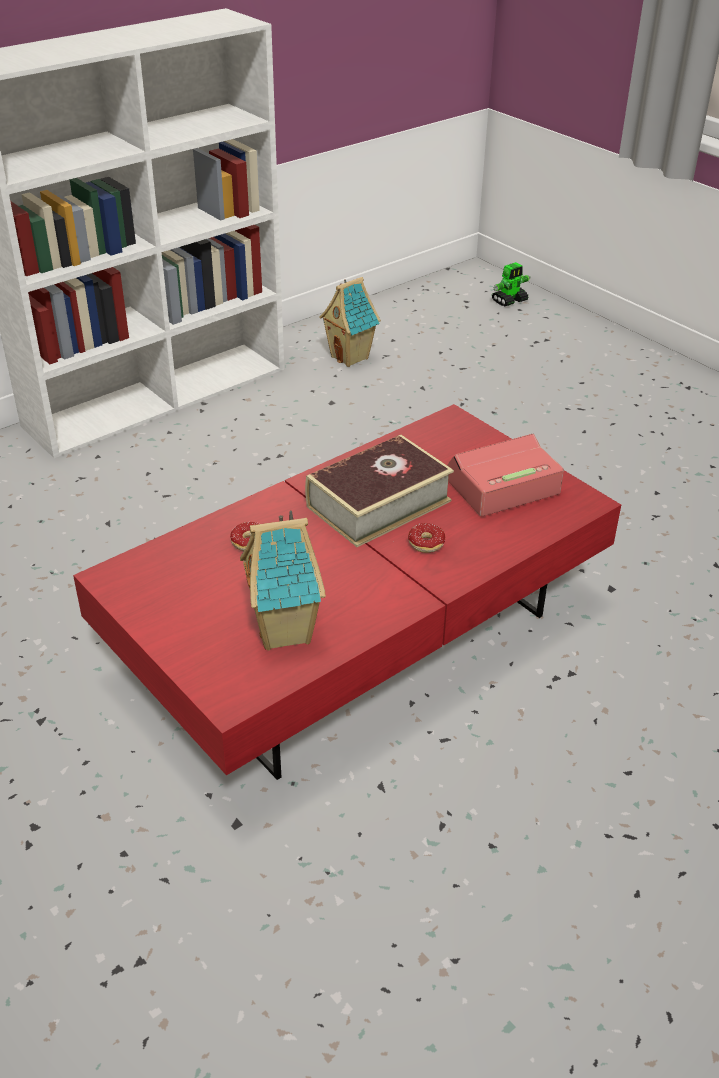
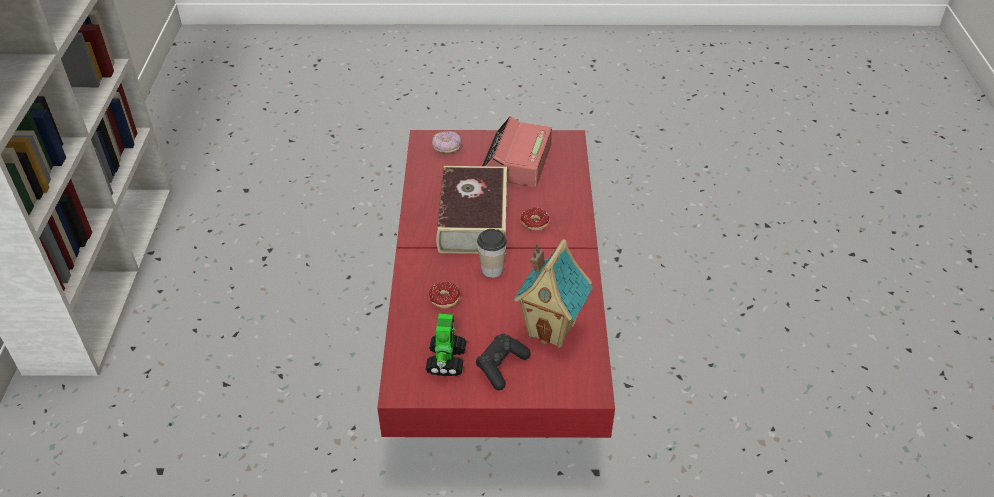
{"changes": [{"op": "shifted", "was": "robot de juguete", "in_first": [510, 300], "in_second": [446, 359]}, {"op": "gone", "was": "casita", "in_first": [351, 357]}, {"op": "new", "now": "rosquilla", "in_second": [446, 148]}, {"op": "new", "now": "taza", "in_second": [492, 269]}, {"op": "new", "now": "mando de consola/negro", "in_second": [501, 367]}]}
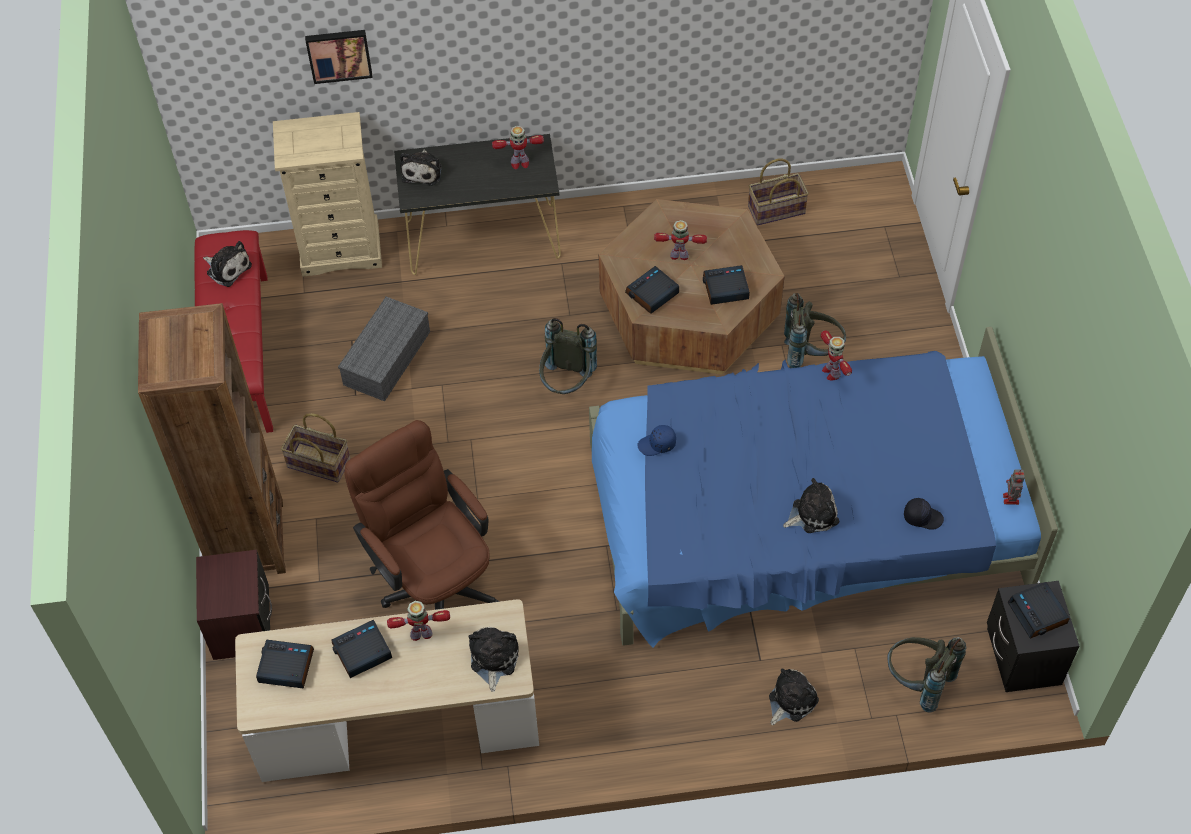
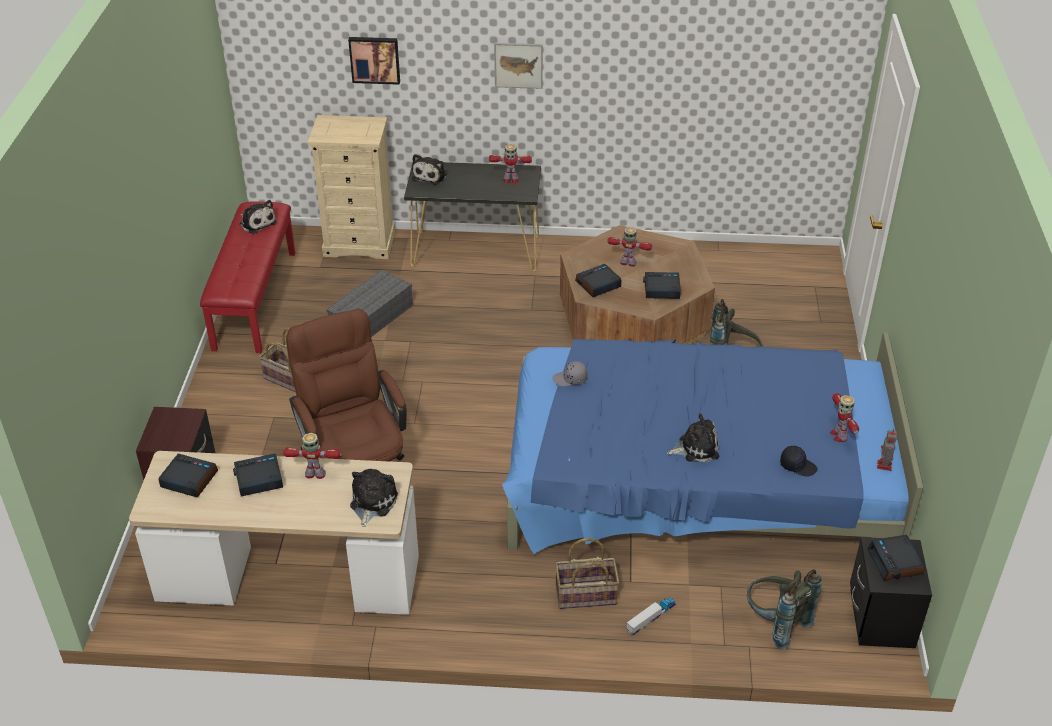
{"changes": [{"op": "shifted", "was": "cesta", "in_first": [776, 210], "in_second": [585, 596]}, {"op": "gone", "was": "estantería/marrón", "in_first": [247, 540]}, {"op": "gone", "was": "mochila/gris", "in_first": [567, 384]}, {"op": "shifted", "was": "robot de juguete", "in_first": [831, 372], "in_second": [839, 435]}, {"op": "repainted", "was": "gorra/azul", "now": "gorra/gris", "in_first": [657, 445], "in_second": [570, 379]}, {"op": "swapped", "was": "peluche", "now": "camión de juguete", "in_first": [790, 700], "in_second": [651, 618]}, {"op": "new", "now": "cuadro", "in_second": [518, 65]}]}
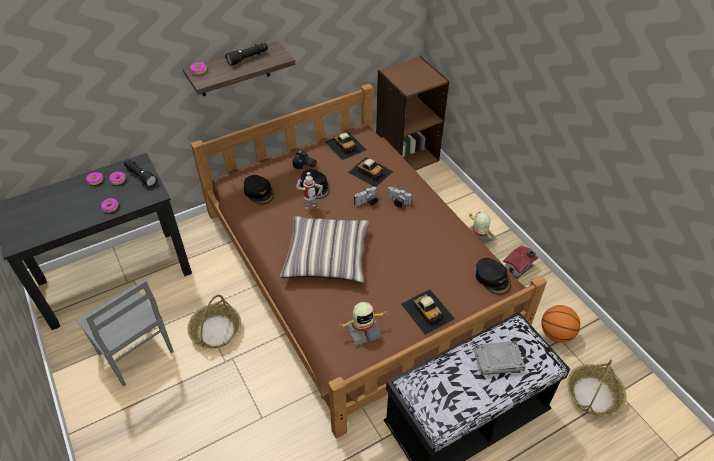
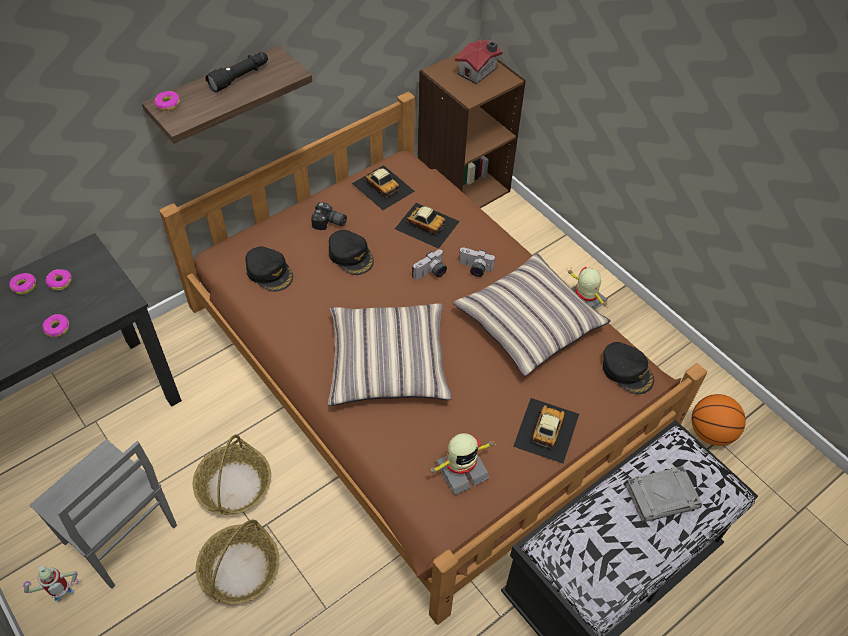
{"changes": [{"op": "gone", "was": "linterna/negro", "in_first": [140, 176]}, {"op": "shifted", "was": "robot de juguete", "in_first": [310, 207], "in_second": [66, 598]}, {"op": "shifted", "was": "casita", "in_first": [519, 267], "in_second": [479, 71]}, {"op": "rotated", "was": "coche de juguete", "in_first": [427, 311], "in_second": [546, 430], "clockwise": -120}, {"op": "shifted", "was": "cesta", "in_first": [593, 395], "in_second": [240, 570]}, {"op": "new", "now": "cojín", "in_second": [529, 322]}]}
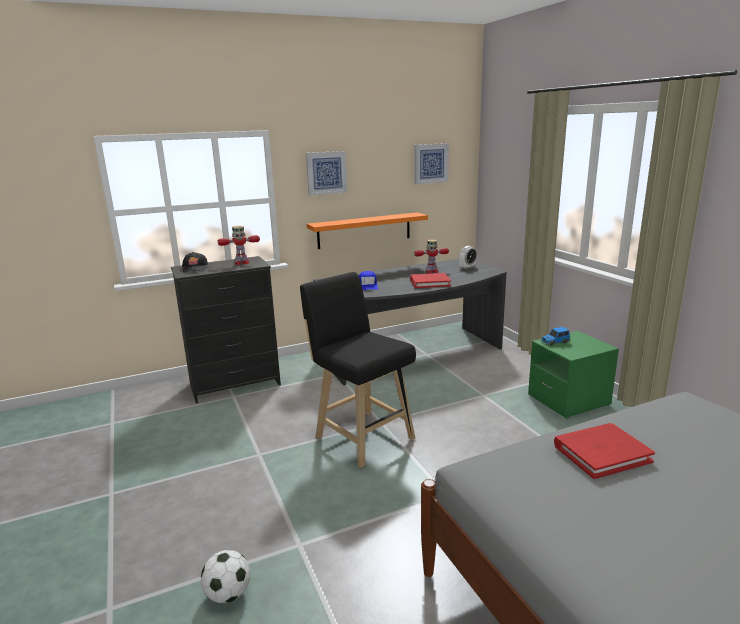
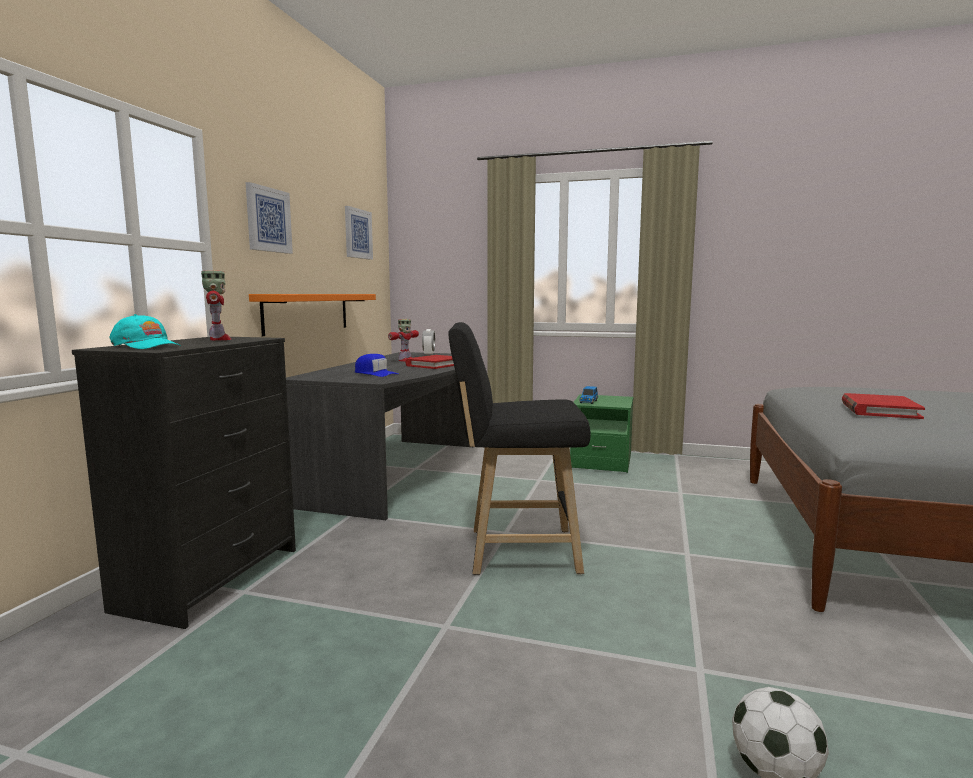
{"changes": [{"op": "rotated", "was": "robot de juguete", "in_first": [241, 263], "in_second": [219, 339], "clockwise": -45}, {"op": "repainted", "was": "gorra/negro", "now": "gorra/turquesa", "in_first": [195, 268], "in_second": [147, 346]}]}
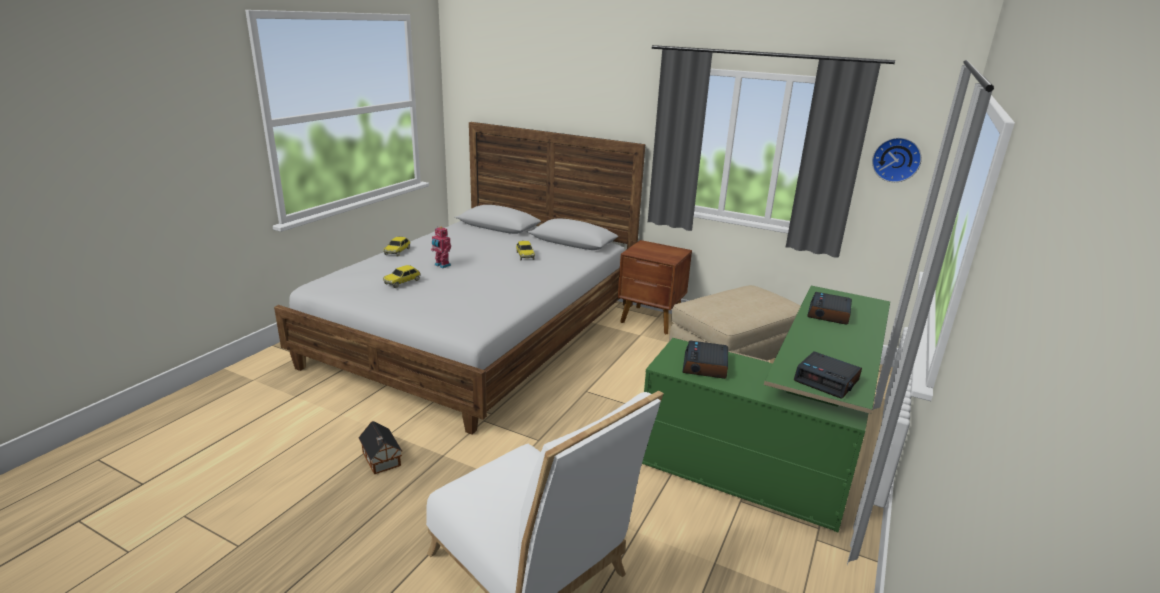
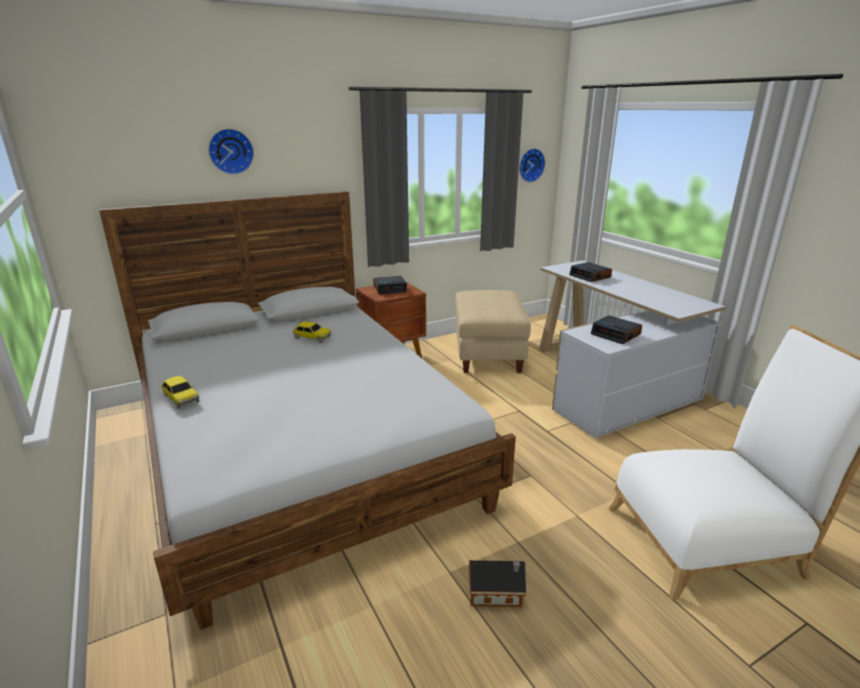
{"changes": [{"op": "gone", "was": "robot de juguete", "in_first": [441, 265]}, {"op": "gone", "was": "coche de juguete", "in_first": [402, 282]}, {"op": "repainted", "was": "escritorio/verde", "now": "escritorio/blanco", "in_first": [779, 450], "in_second": [608, 382]}, {"op": "shifted", "was": "despertador", "in_first": [827, 381], "in_second": [390, 289]}, {"op": "new", "now": "reloj de pared", "in_second": [230, 151]}]}
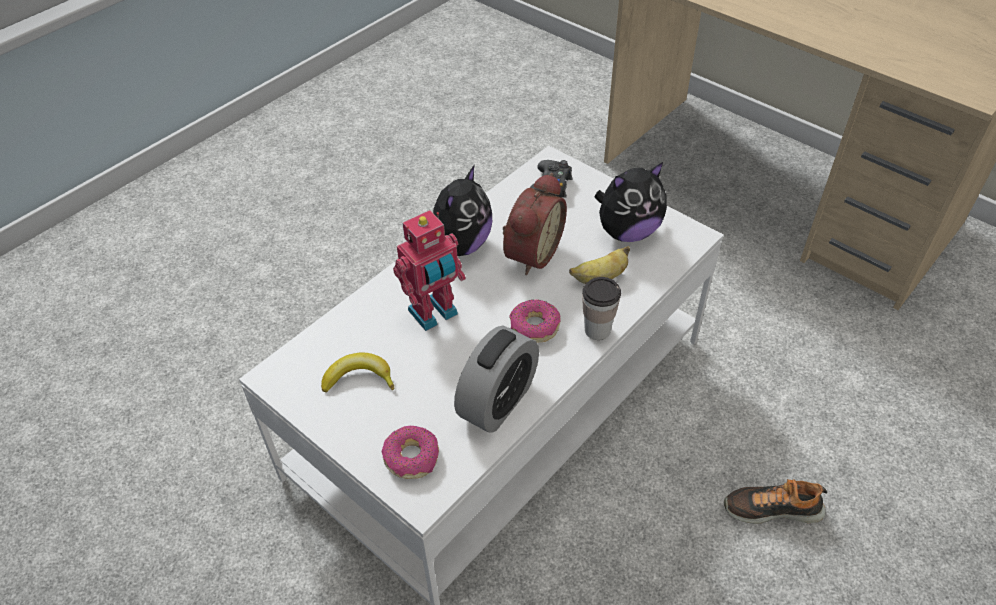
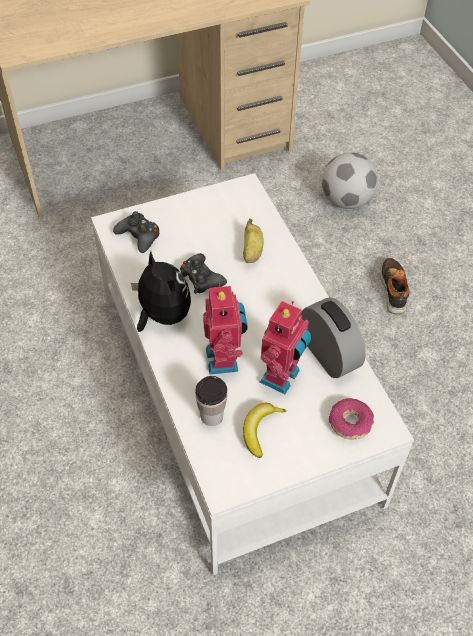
{"changes": [{"op": "gone", "was": "peluche", "in_first": [627, 231]}, {"op": "swapped", "was": "despertador", "now": "mando de consola/negro", "in_first": [530, 253], "in_second": [201, 278]}, {"op": "shifted", "was": "taza", "in_first": [597, 330], "in_second": [211, 416]}, {"op": "gone", "was": "rosquilla", "in_first": [534, 327]}, {"op": "rotated", "was": "zapato", "in_first": [772, 508], "in_second": [394, 289], "clockwise": 150}, {"op": "new", "now": "balón de fútbol", "in_second": [346, 200]}, {"op": "new", "now": "robot de juguete", "in_second": [282, 377]}]}
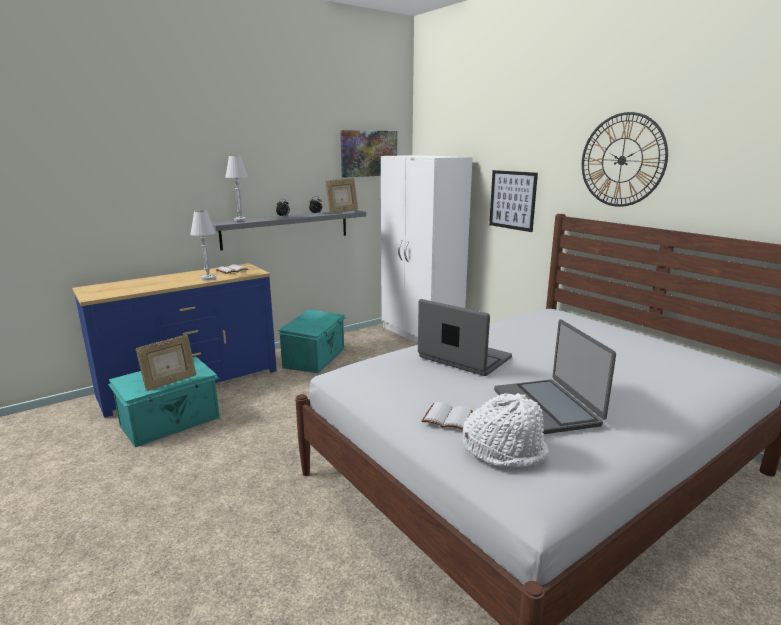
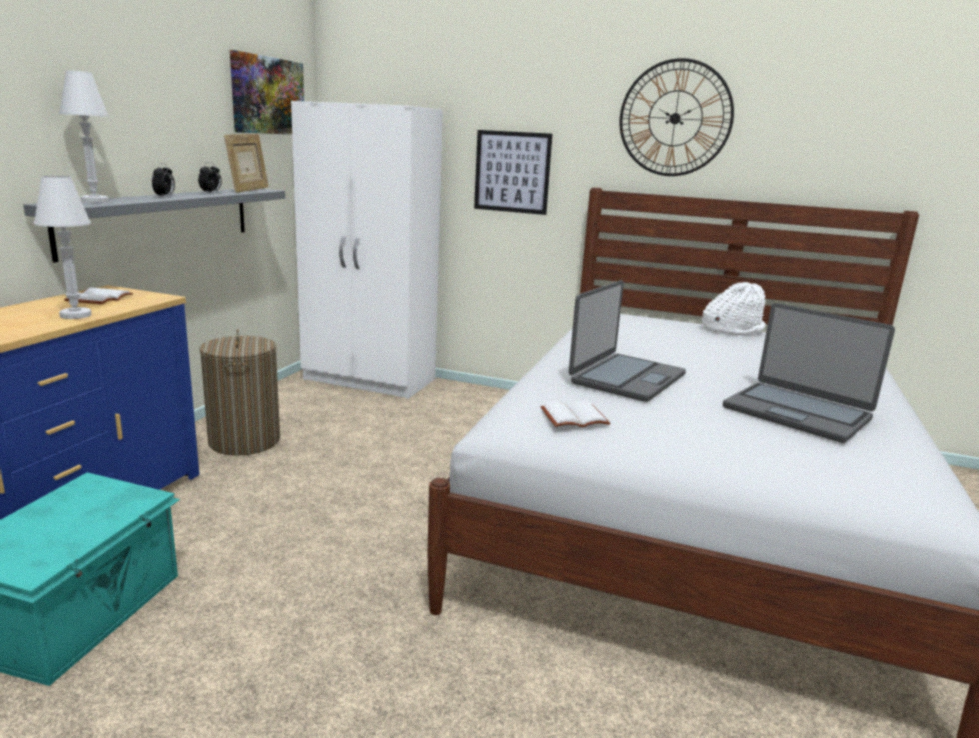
{"changes": [{"op": "rotated", "was": "portátil", "in_first": [464, 358], "in_second": [626, 378], "clockwise": 120}, {"op": "swapped", "was": "caja de almacenaje/turquesa", "now": "cesto de la ropa", "in_first": [315, 358], "in_second": [244, 441]}, {"op": "gone", "was": "portarretratos", "in_first": [170, 382]}, {"op": "shifted", "was": "sombrero/blanco", "in_first": [504, 450], "in_second": [732, 329]}, {"op": "shifted", "was": "libro/blanco", "in_first": [449, 417], "in_second": [574, 416]}]}
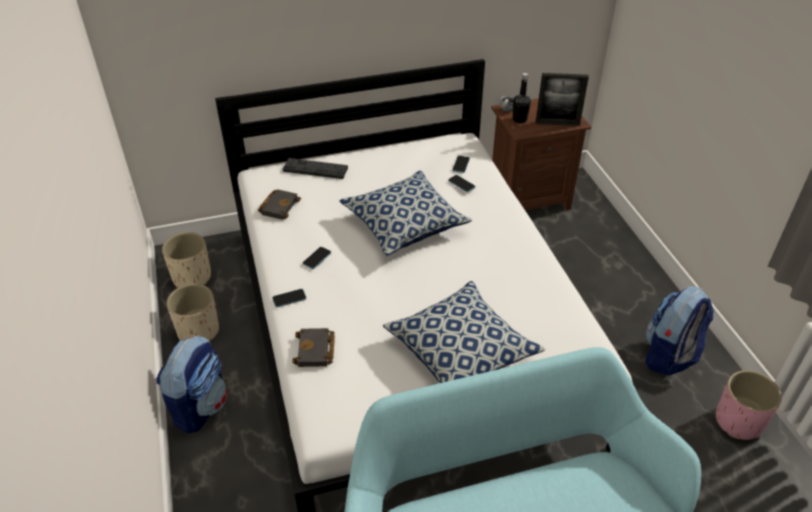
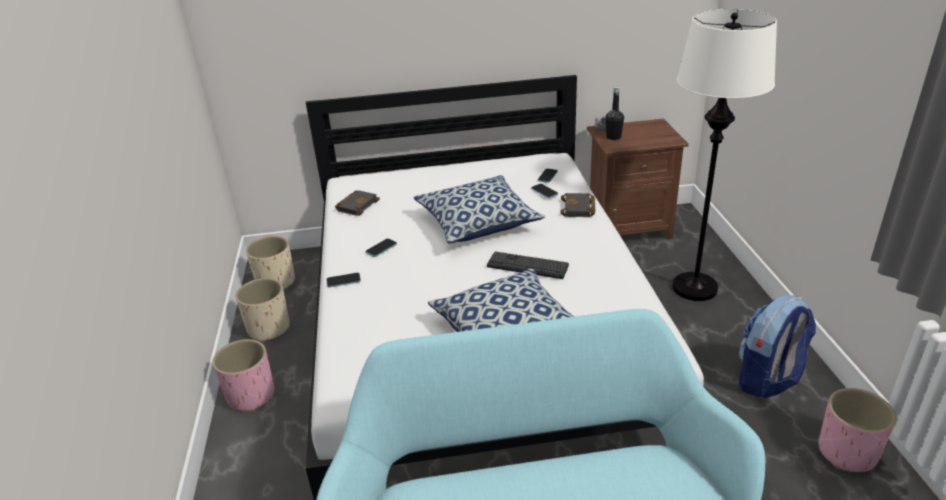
{"changes": [{"op": "gone", "was": "portarretratos", "in_first": [557, 123]}, {"op": "shifted", "was": "teclado", "in_first": [315, 169], "in_second": [527, 266]}, {"op": "shifted", "was": "libro/negro", "in_first": [316, 351], "in_second": [579, 209]}, {"op": "swapped", "was": "mochila", "now": "maceta/rosa", "in_first": [200, 406], "in_second": [251, 395]}, {"op": "new", "now": "lámpara de pie/blanco", "in_second": [695, 288]}]}
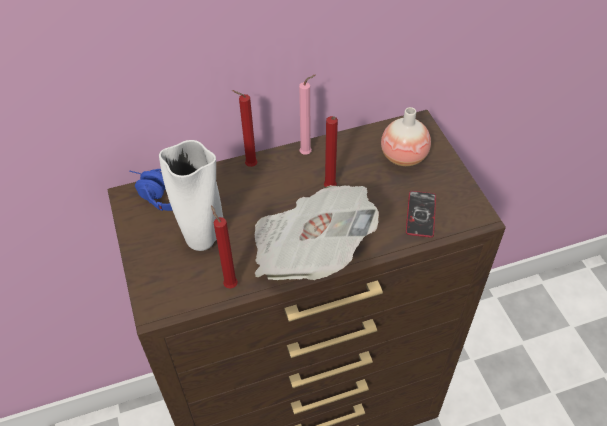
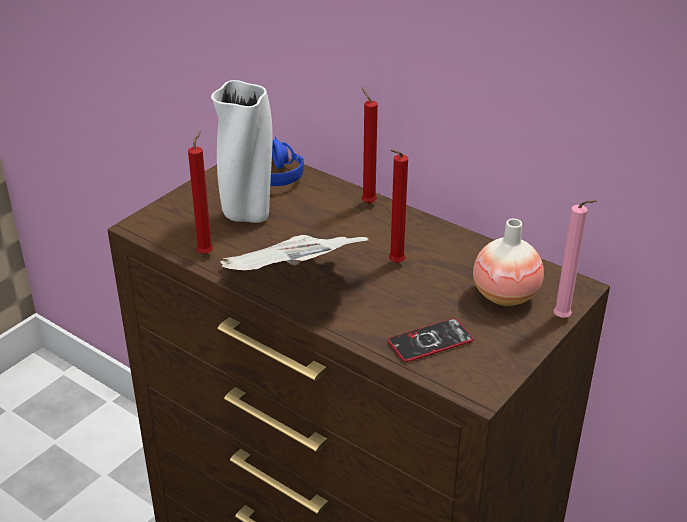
{"changes": [{"op": "shifted", "was": "vela/rosa", "in_first": [307, 153], "in_second": [564, 319]}]}
